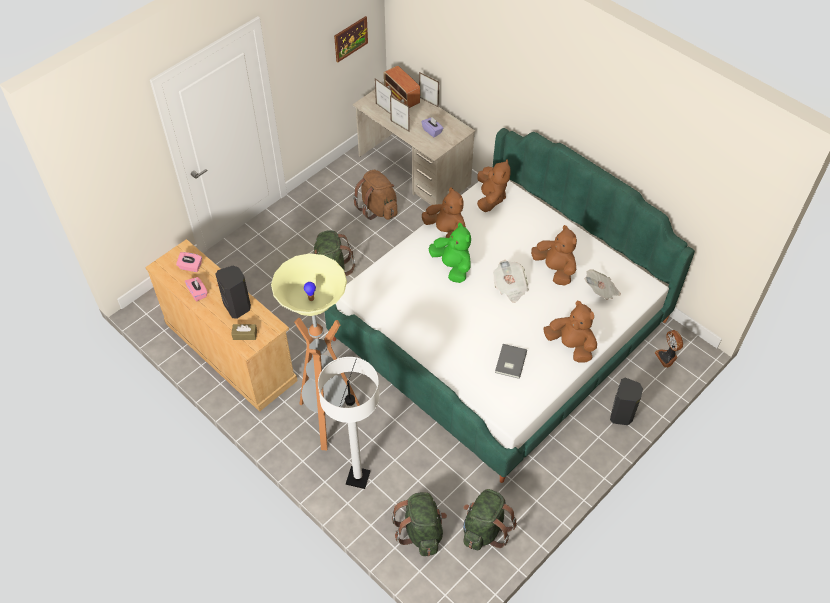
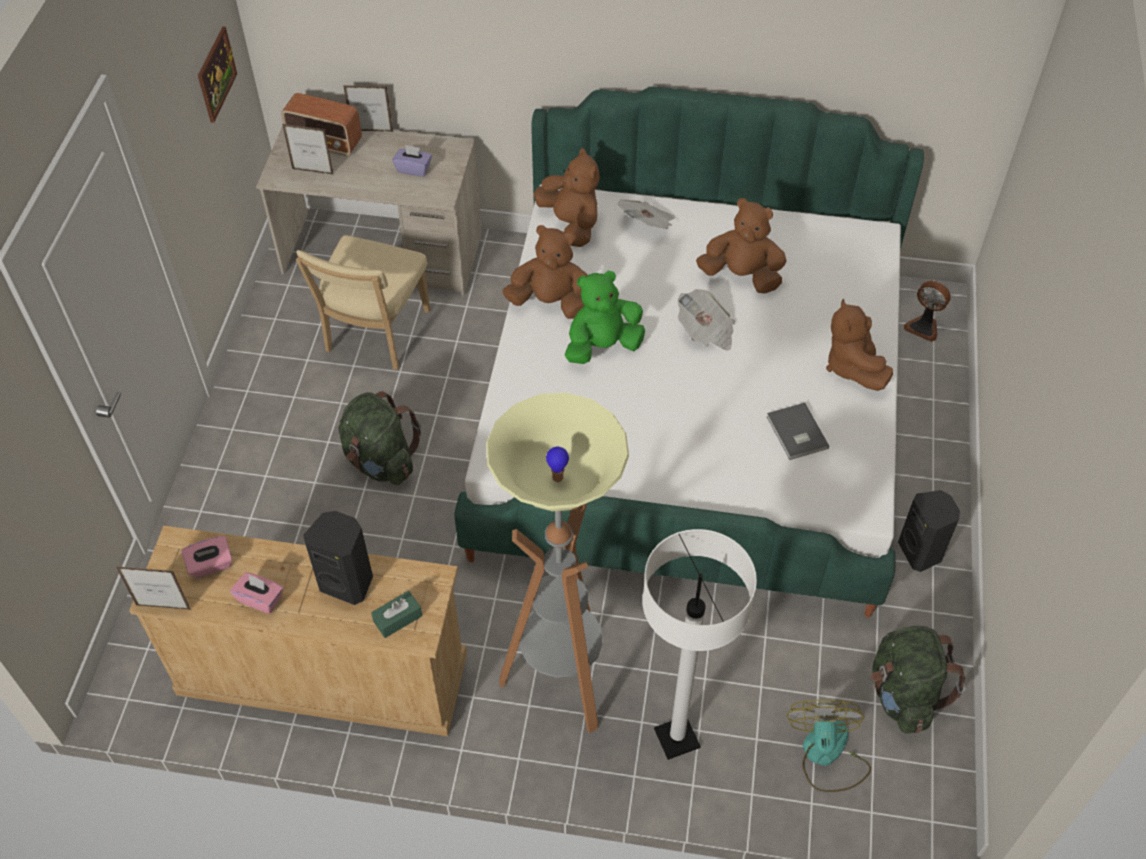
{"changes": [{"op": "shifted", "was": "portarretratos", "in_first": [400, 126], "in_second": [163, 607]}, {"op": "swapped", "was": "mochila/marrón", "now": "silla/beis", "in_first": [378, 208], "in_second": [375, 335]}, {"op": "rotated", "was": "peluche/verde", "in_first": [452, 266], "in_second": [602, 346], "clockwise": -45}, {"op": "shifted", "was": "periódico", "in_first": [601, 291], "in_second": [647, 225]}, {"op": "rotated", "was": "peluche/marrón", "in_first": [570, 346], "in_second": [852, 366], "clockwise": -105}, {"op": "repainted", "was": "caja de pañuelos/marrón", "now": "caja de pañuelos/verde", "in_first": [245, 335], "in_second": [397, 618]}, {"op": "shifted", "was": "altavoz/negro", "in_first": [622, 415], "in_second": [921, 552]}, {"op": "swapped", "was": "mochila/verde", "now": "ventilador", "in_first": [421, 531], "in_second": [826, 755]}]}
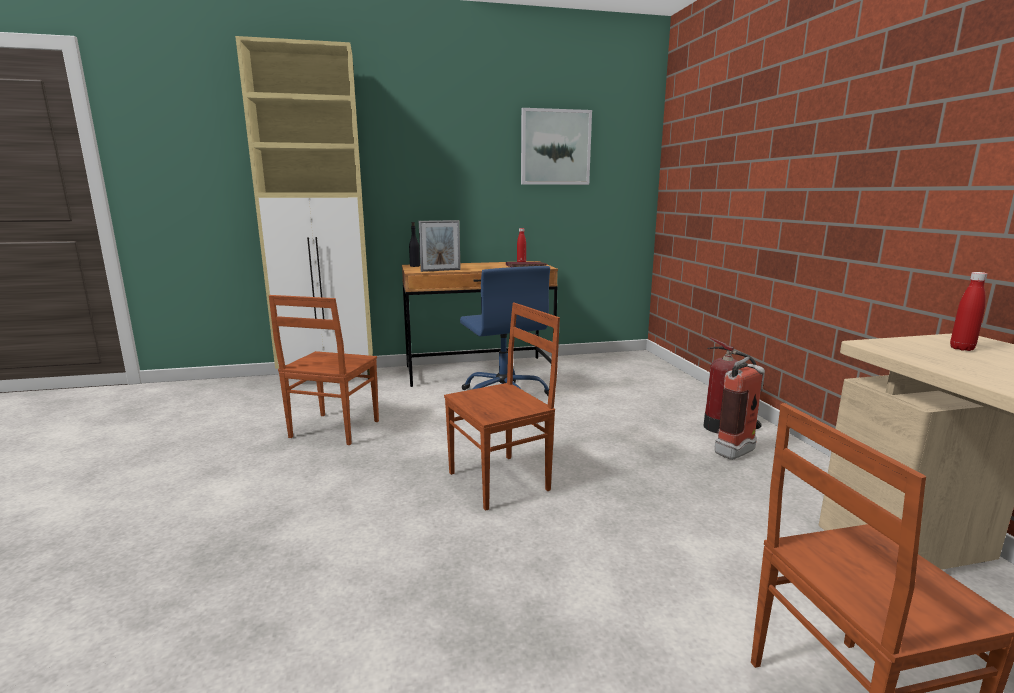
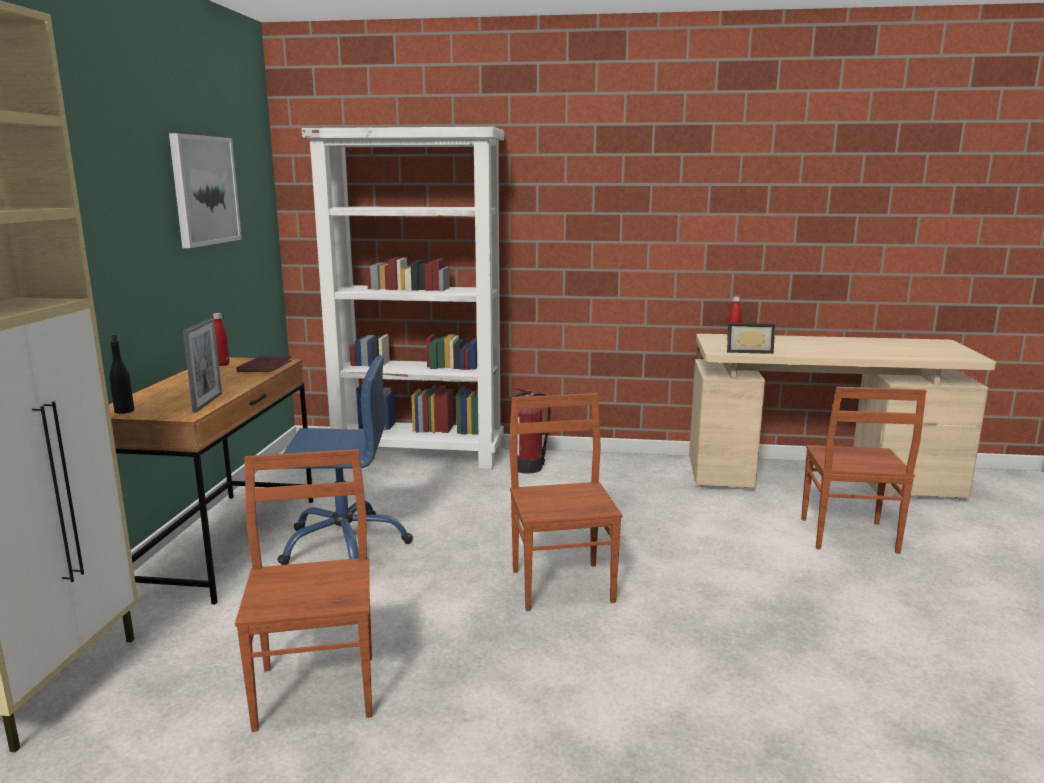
{"changes": [{"op": "rotated", "was": "silla/marrón", "in_first": [333, 429], "in_second": [318, 689], "clockwise": -135}, {"op": "gone", "was": "extintor", "in_first": [739, 450]}, {"op": "new", "now": "estantería/blanco", "in_second": [420, 455]}, {"op": "new", "now": "portarretratos", "in_second": [748, 351]}]}
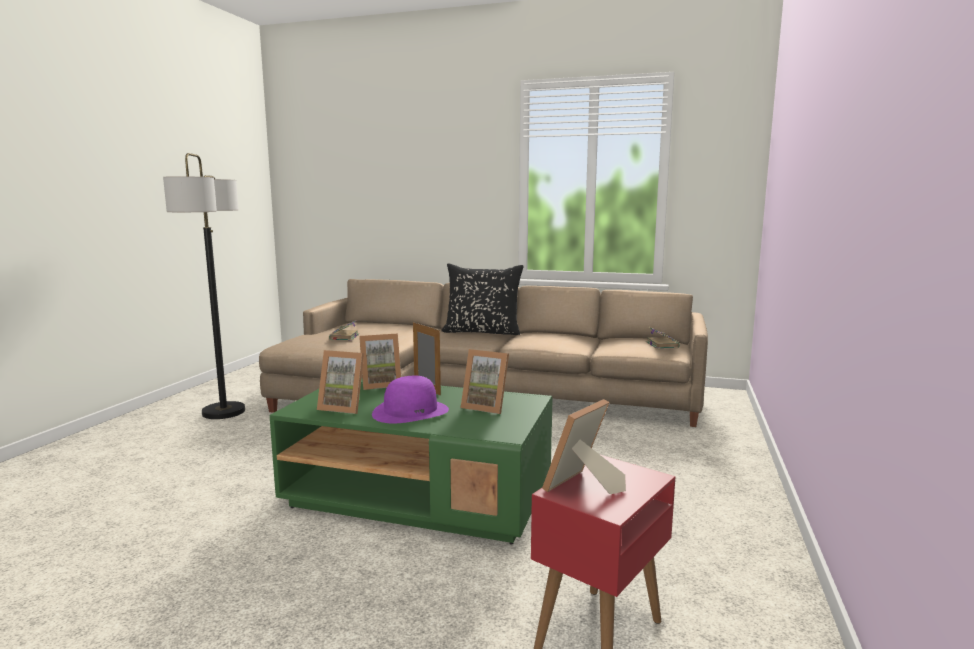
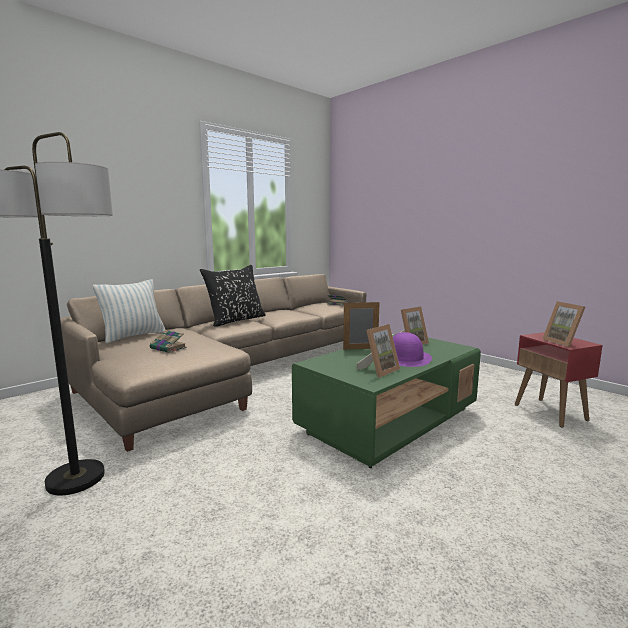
{"changes": [{"op": "gone", "was": "portarretratos", "in_first": [380, 384]}, {"op": "new", "now": "cojín", "in_second": [133, 336]}]}
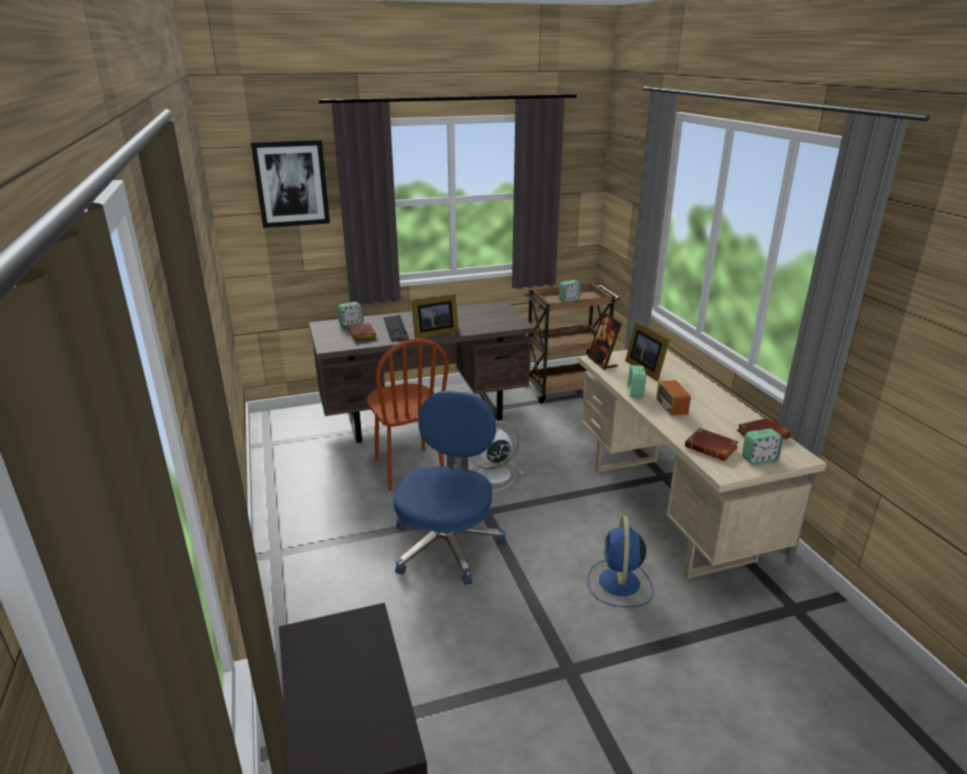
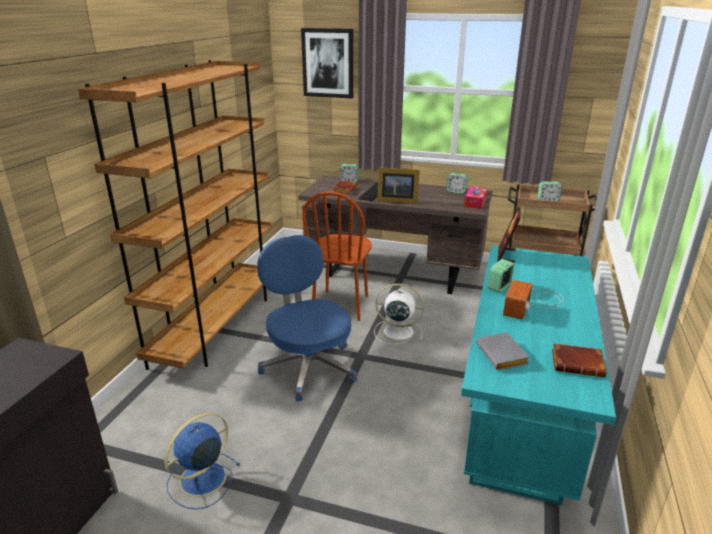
{"changes": [{"op": "gone", "was": "portarretratos", "in_first": [645, 369]}, {"op": "repainted", "was": "escritorio/beis", "now": "escritorio/turquesa", "in_first": [669, 512], "in_second": [519, 421]}, {"op": "rotated", "was": "silla de oficina/azul", "in_first": [447, 544], "in_second": [308, 366], "clockwise": -75}, {"op": "repainted", "was": "libro/marrón", "now": "libro/gris", "in_first": [712, 448], "in_second": [503, 356]}, {"op": "shifted", "was": "despertador", "in_first": [759, 459], "in_second": [456, 191]}, {"op": "shifted", "was": "ventilador/azul", "in_first": [619, 584], "in_second": [201, 480]}, {"op": "new", "now": "estantería/marrón", "in_second": [217, 326]}, {"op": "new", "now": "caja de pañuelos", "in_second": [475, 202]}]}
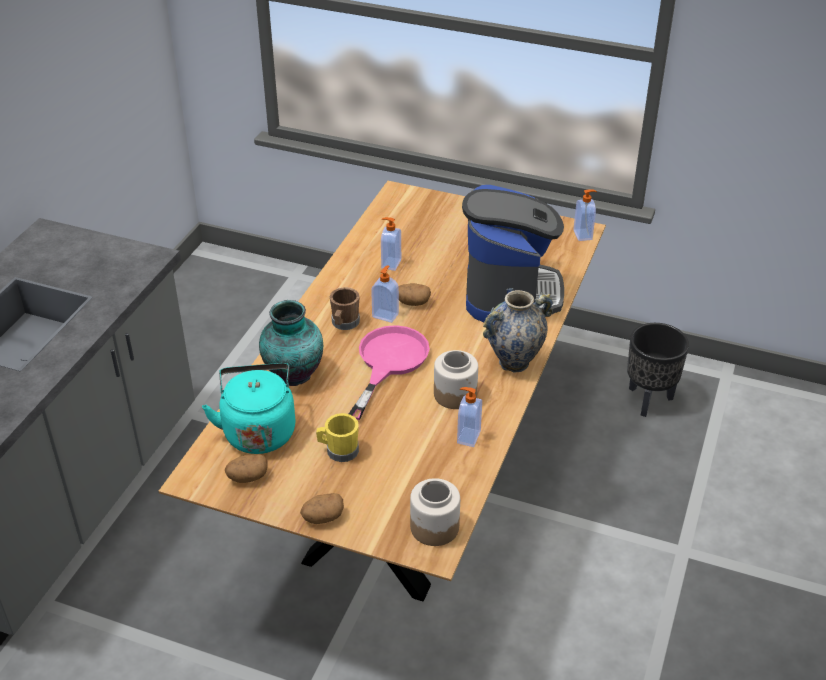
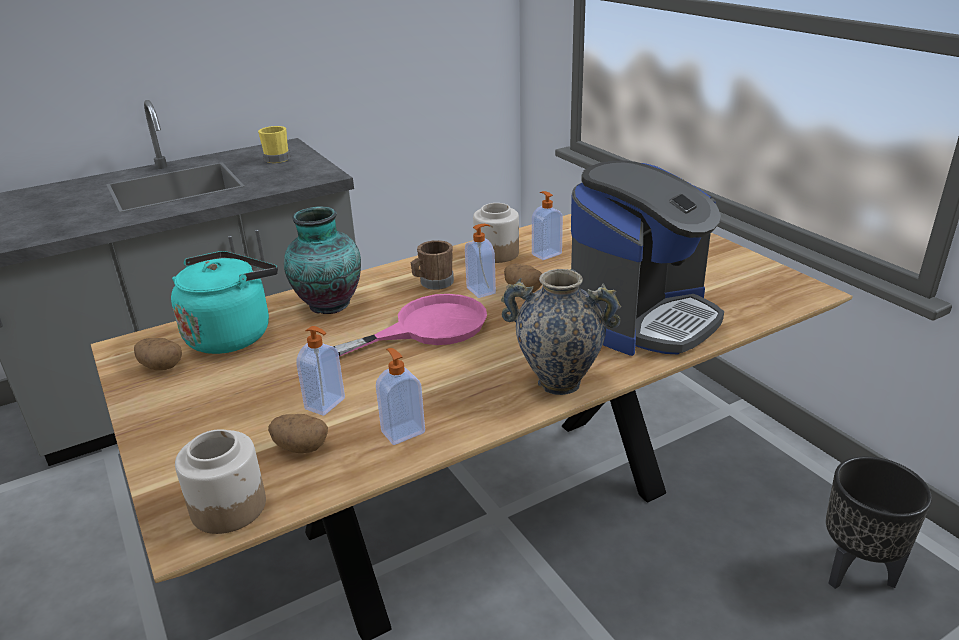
{"changes": [{"op": "shifted", "was": "dispensador de jabón", "in_first": [583, 235], "in_second": [326, 404]}, {"op": "shifted", "was": "tarro", "in_first": [455, 394], "in_second": [497, 253]}, {"op": "shifted", "was": "taza grande/amarillo", "in_first": [338, 451], "in_second": [275, 158]}, {"op": "shifted", "was": "patata", "in_first": [322, 518], "in_second": [300, 447]}]}
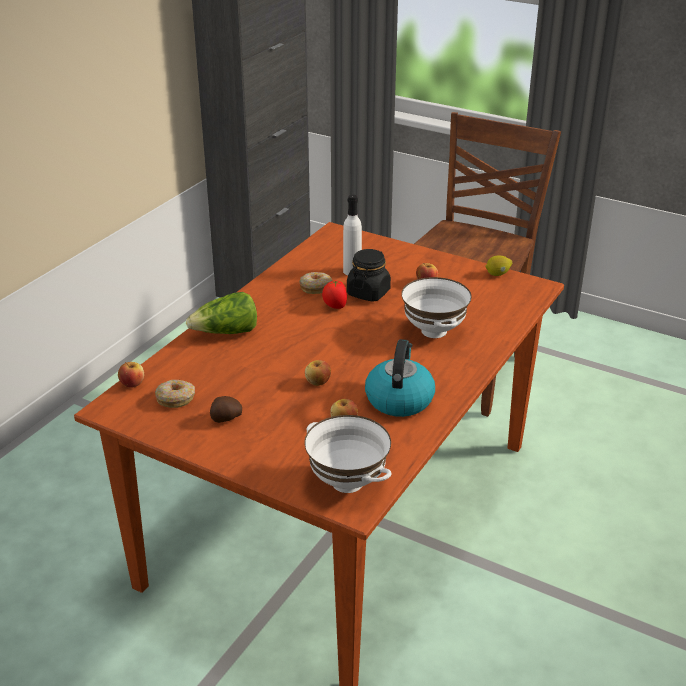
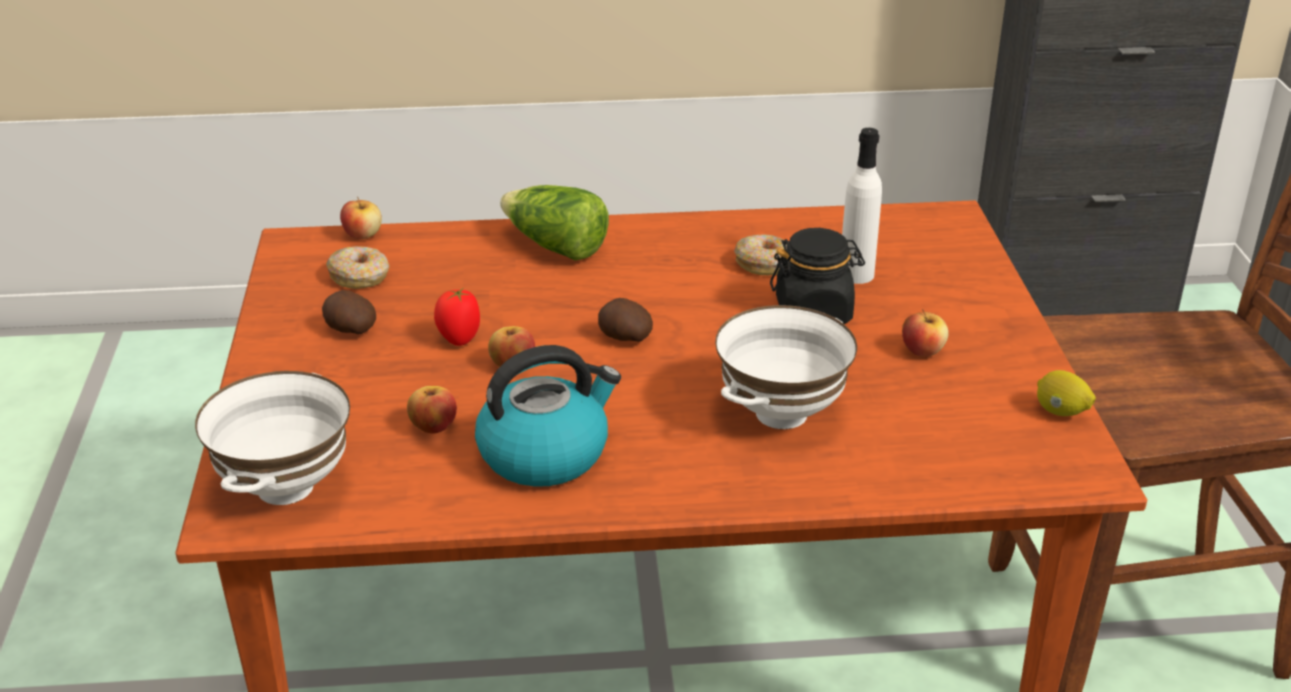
{"changes": [{"op": "shifted", "was": "tomate", "in_first": [334, 307], "in_second": [459, 339]}, {"op": "new", "now": "patata", "in_second": [624, 338]}]}
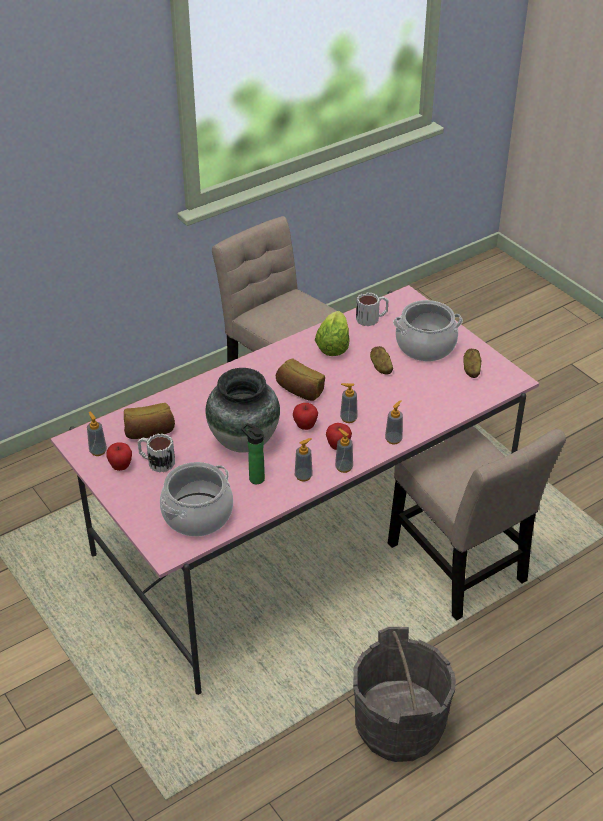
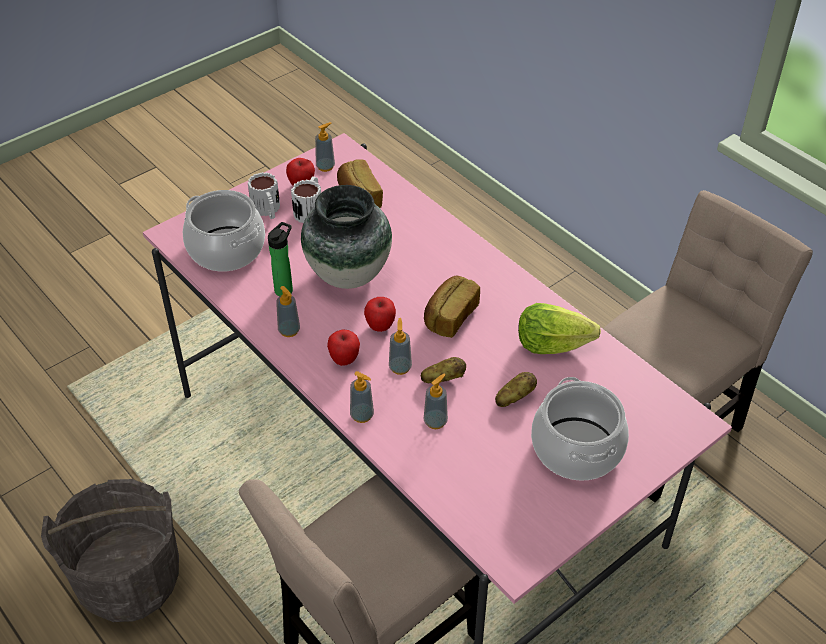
{"changes": [{"op": "shifted", "was": "taza grande", "in_first": [372, 318], "in_second": [267, 210]}, {"op": "shifted", "was": "patata", "in_first": [471, 370], "in_second": [443, 379]}, {"op": "shifted", "was": "dispensador de jabón", "in_first": [344, 467], "in_second": [435, 421]}]}
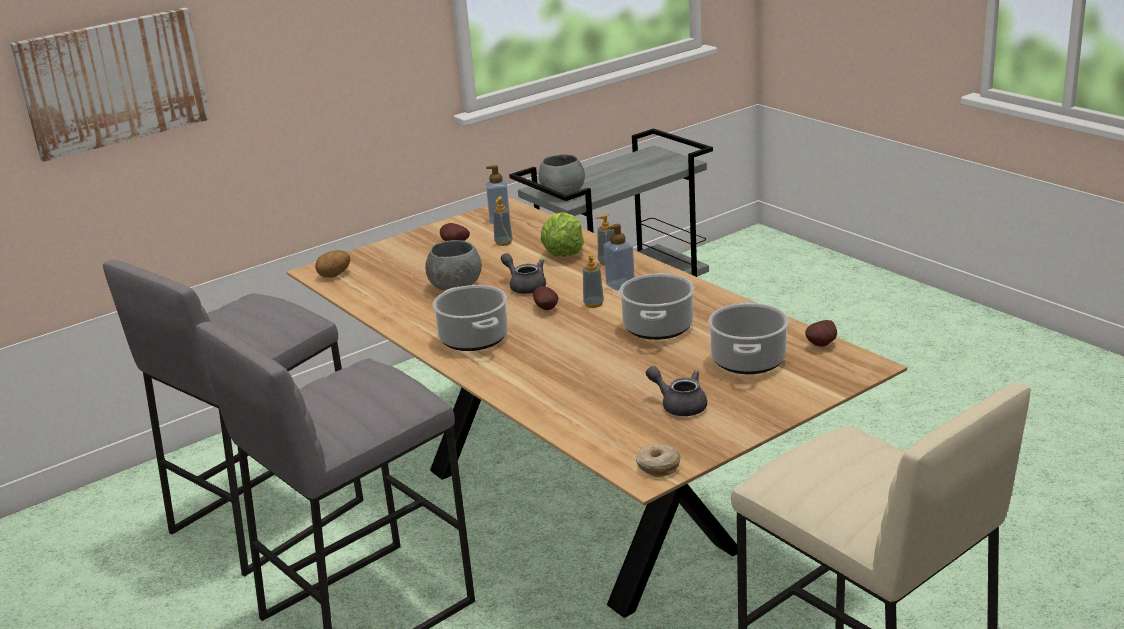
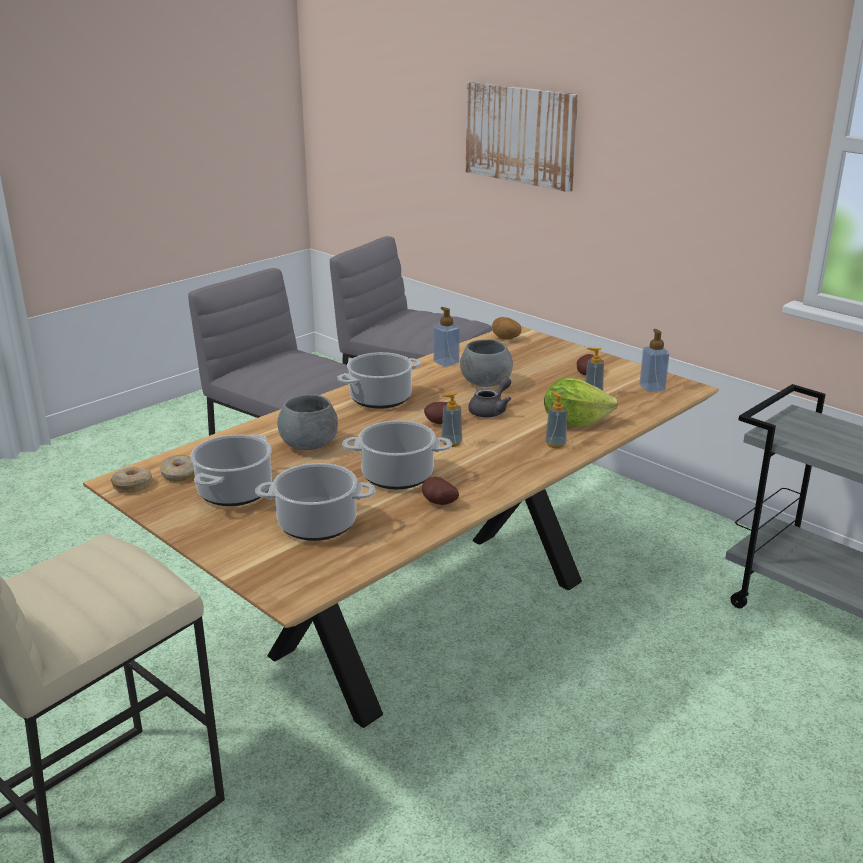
{"changes": [{"op": "shifted", "was": "cuenco/gris", "in_first": [563, 193], "in_second": [309, 445]}, {"op": "shifted", "was": "dispensador de jabón", "in_first": [620, 285], "in_second": [446, 362]}, {"op": "shifted", "was": "patata", "in_first": [823, 345], "in_second": [438, 503]}, {"op": "swapped", "was": "tetera/gris", "now": "olla", "in_first": [679, 405], "in_second": [235, 491]}, {"op": "new", "now": "rosquilla", "in_second": [179, 474]}]}
